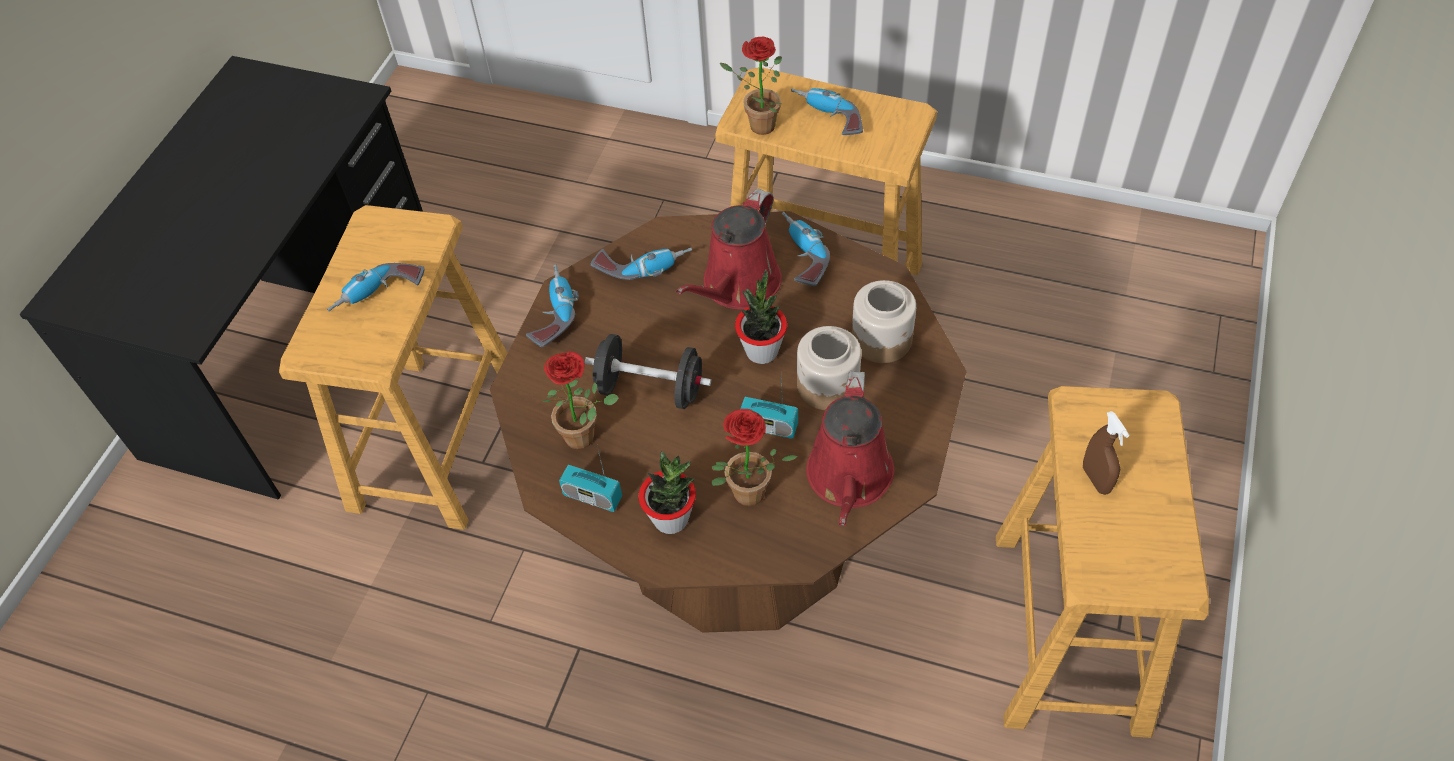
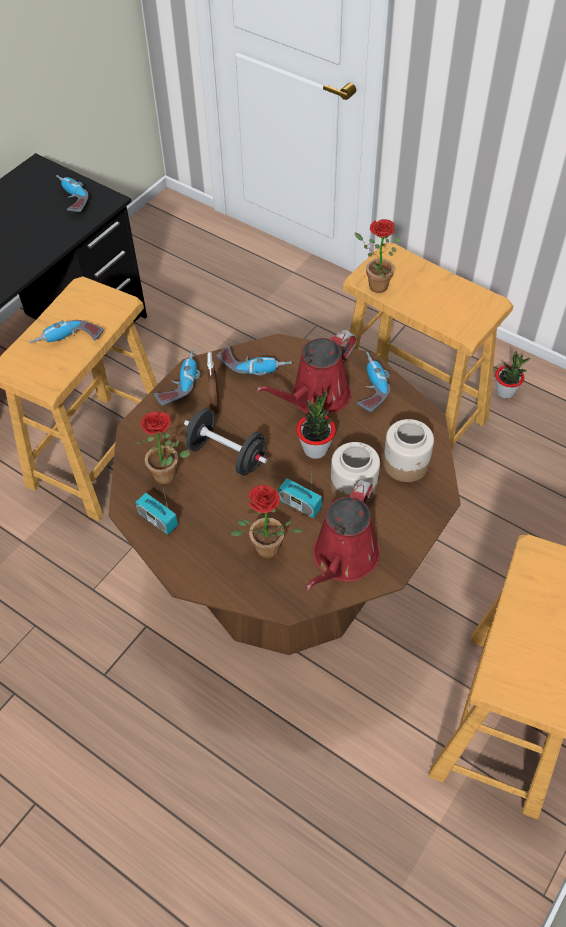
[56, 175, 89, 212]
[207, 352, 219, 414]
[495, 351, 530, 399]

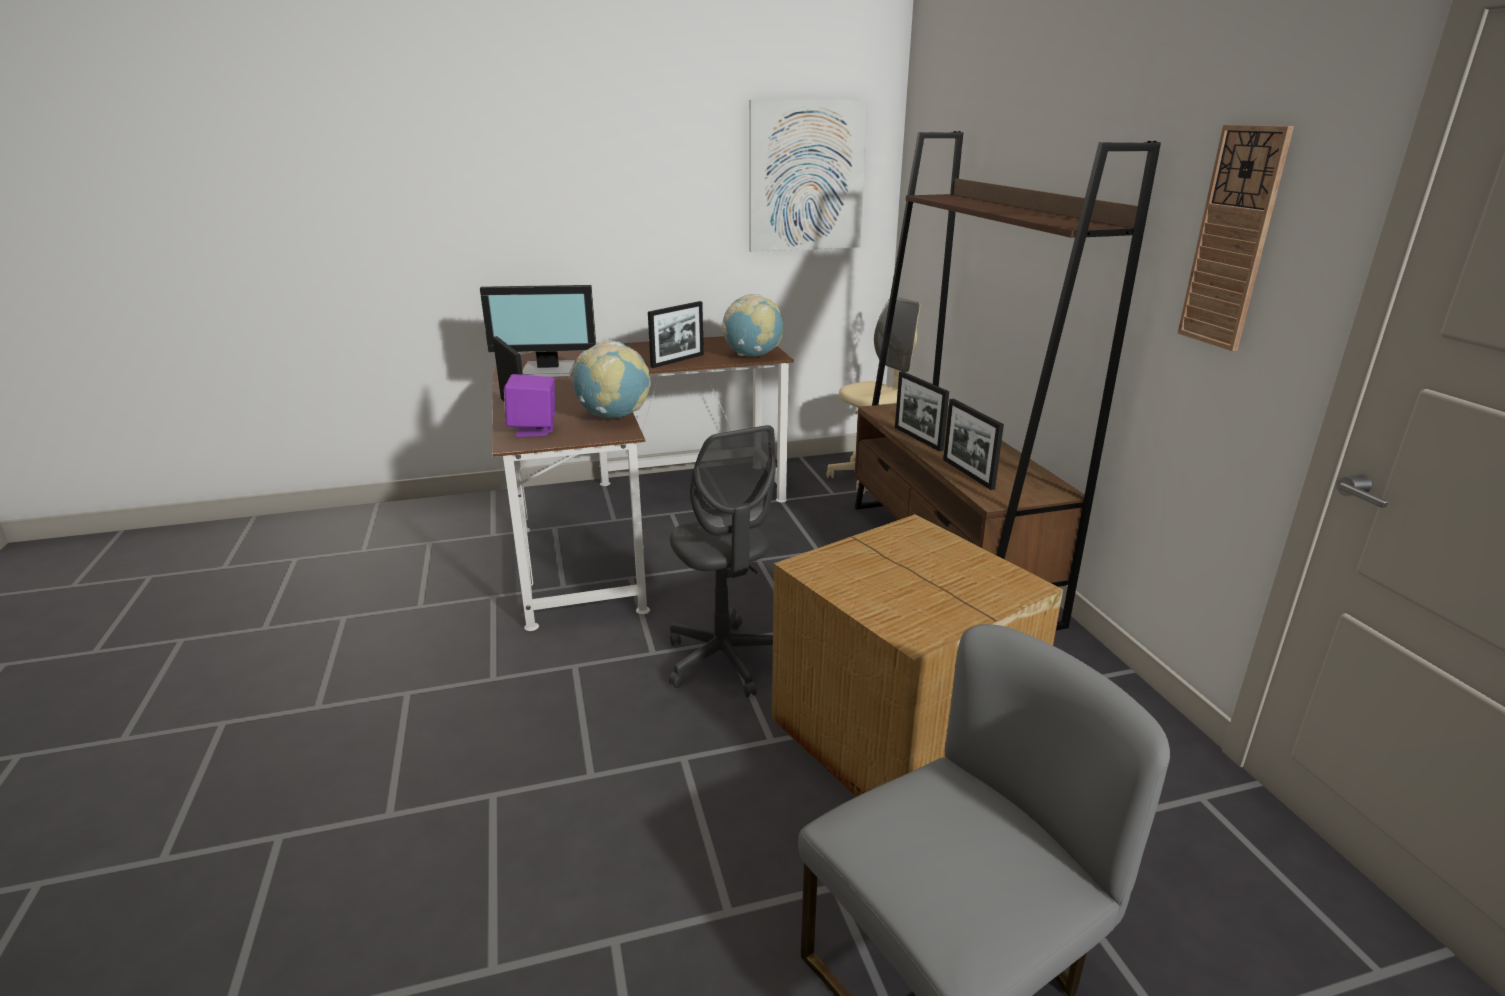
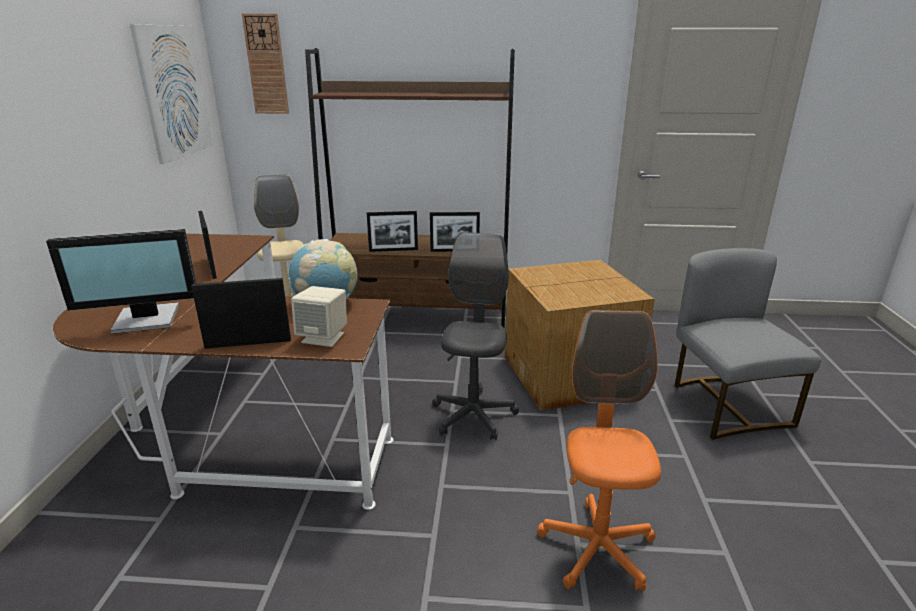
[242, 14, 289, 114]
[46, 229, 196, 334]
[722, 294, 783, 357] (first image)
[291, 286, 347, 347]
[432, 232, 519, 440]
[537, 310, 661, 591]

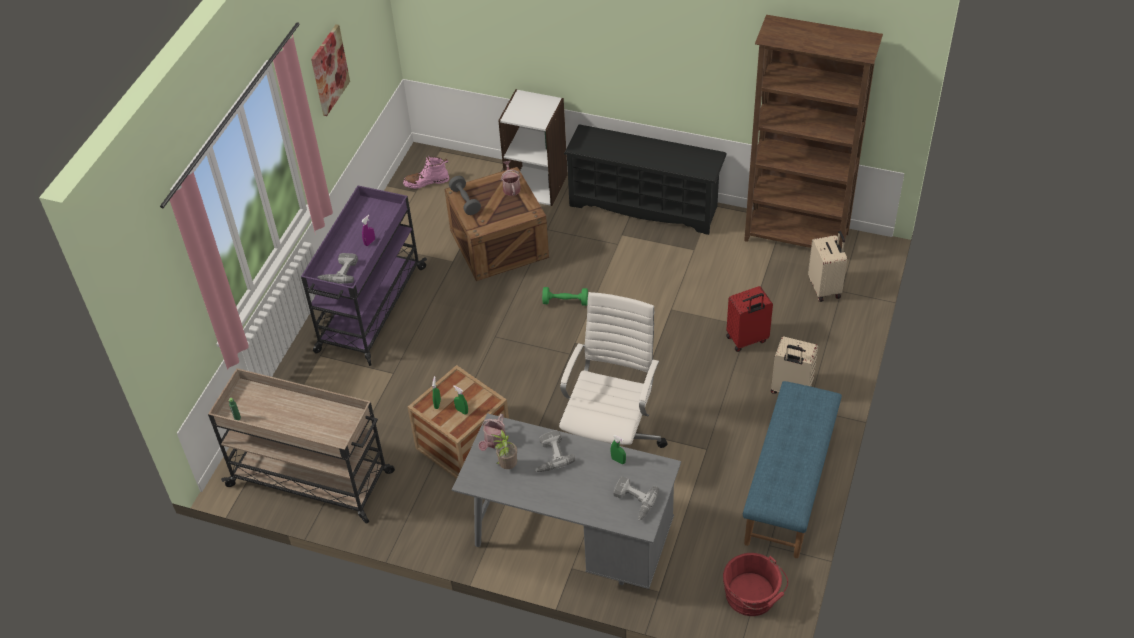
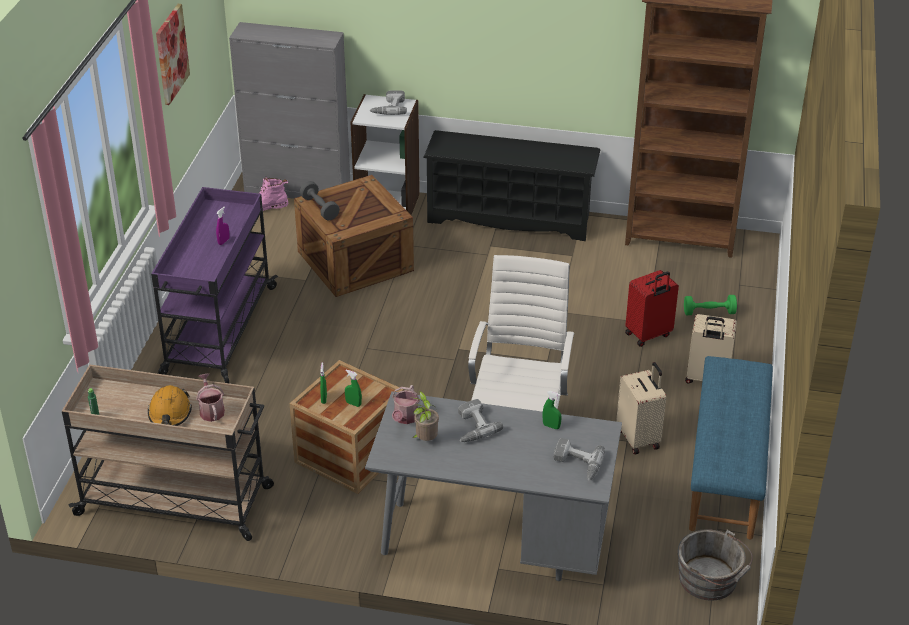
[196, 373, 225, 422]
[616, 362, 666, 455]
[369, 90, 407, 115]
[684, 295, 737, 315]
[677, 529, 753, 601]
[229, 22, 350, 199]
[148, 385, 192, 426]

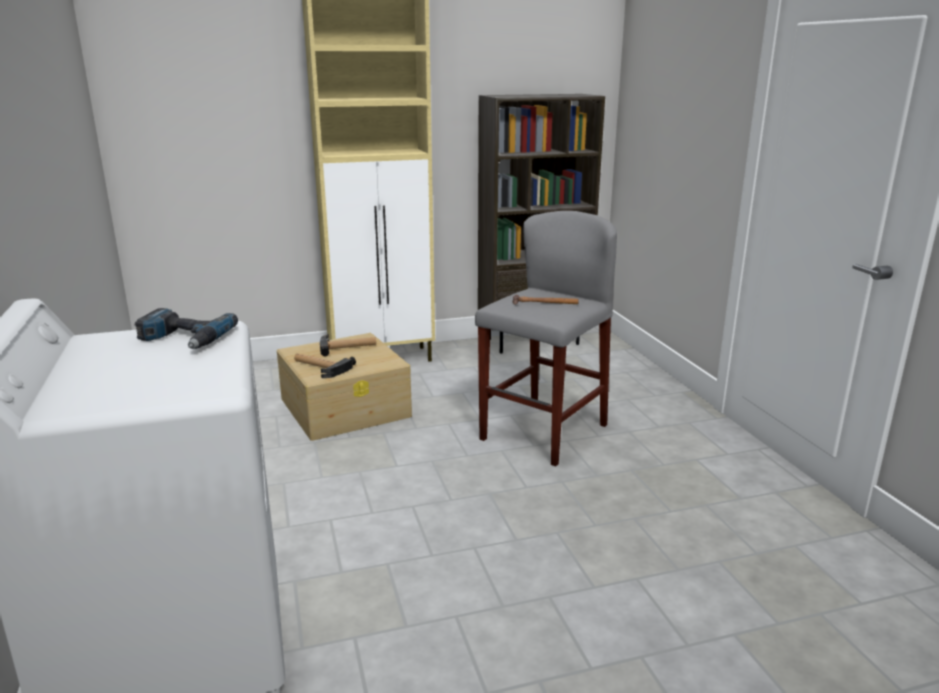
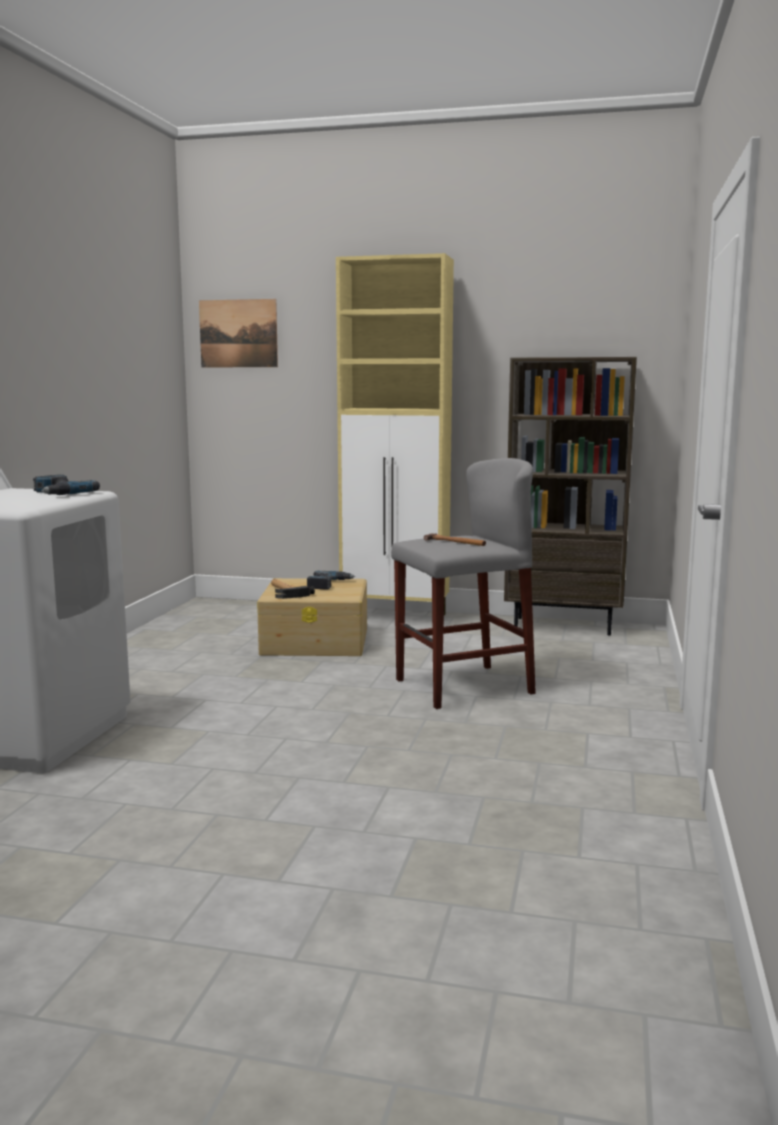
[307, 571, 355, 590]
[199, 299, 278, 367]

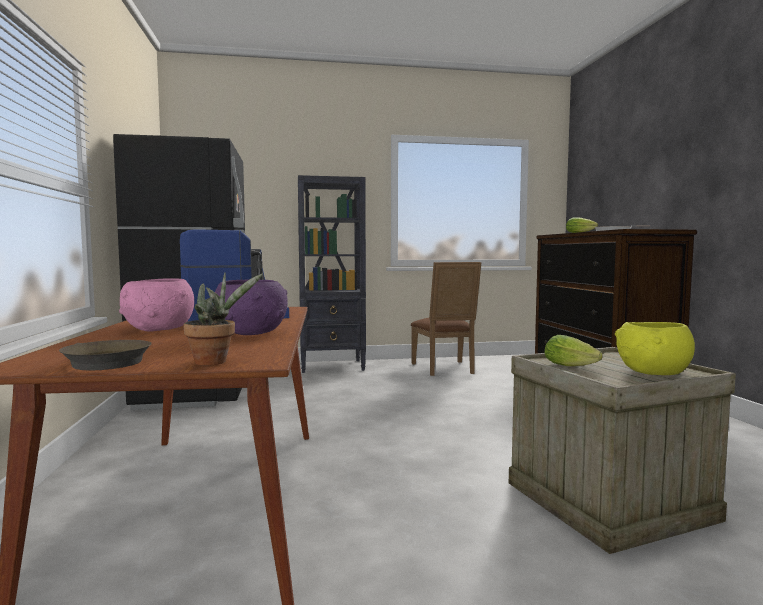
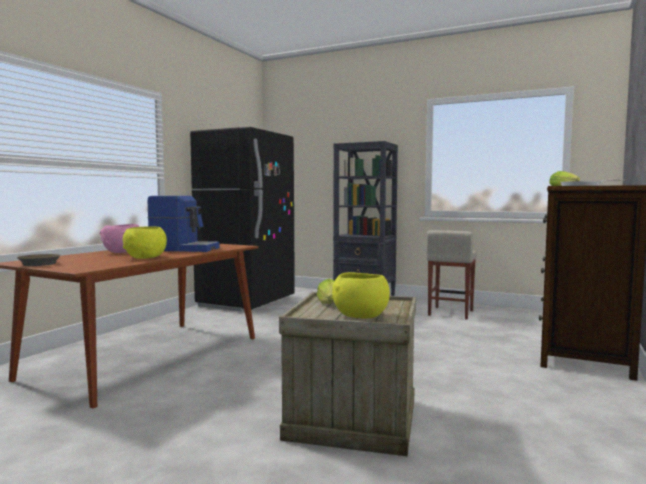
[427, 230, 477, 320]
[184, 272, 263, 365] (first image)
[123, 226, 167, 259]

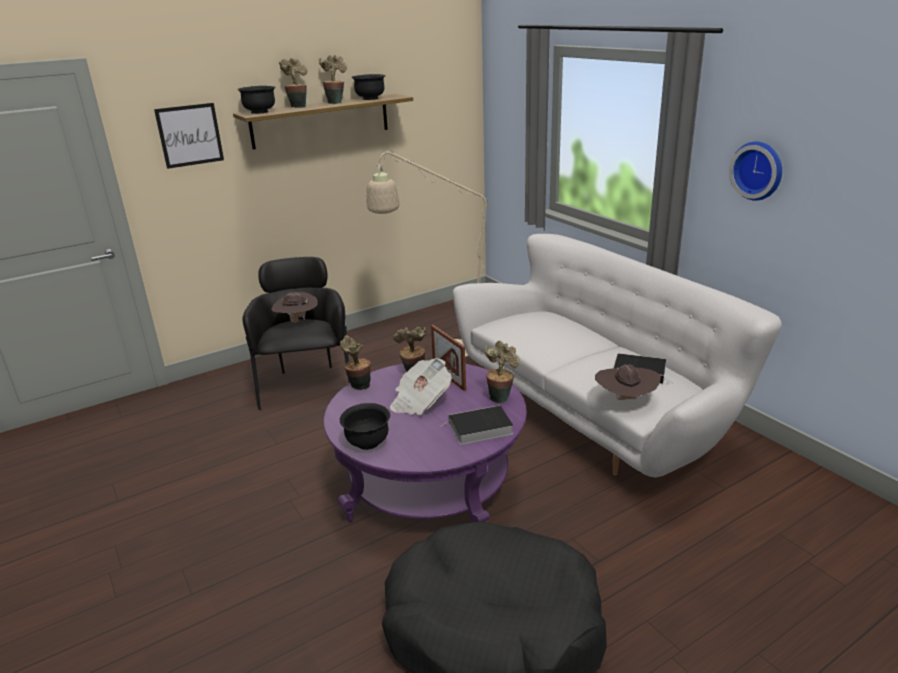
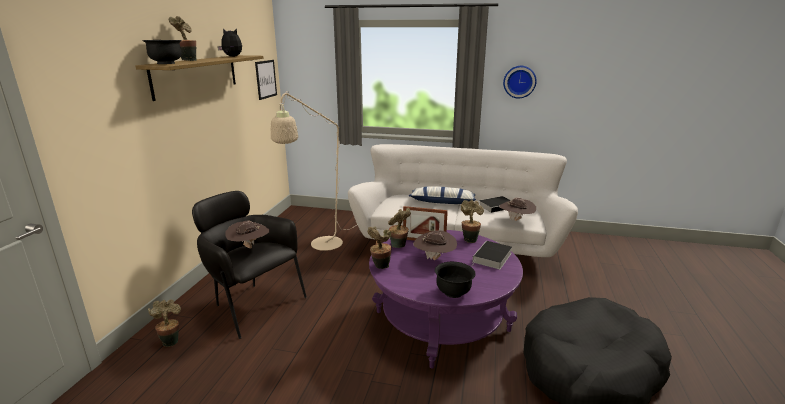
[148, 300, 181, 347]
[218, 29, 242, 57]
[255, 60, 277, 100]
[413, 231, 457, 260]
[409, 186, 476, 204]

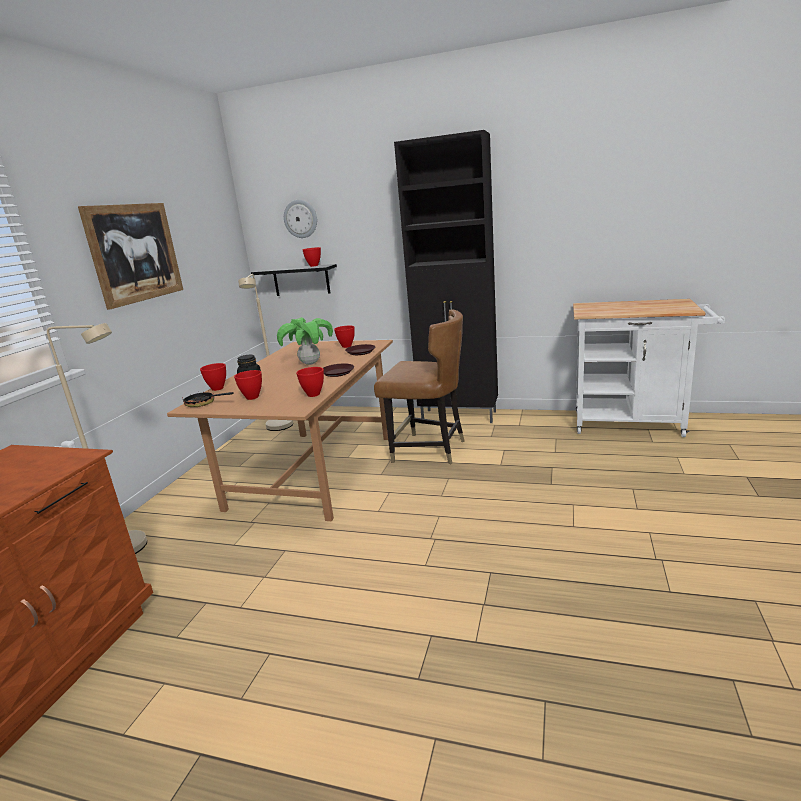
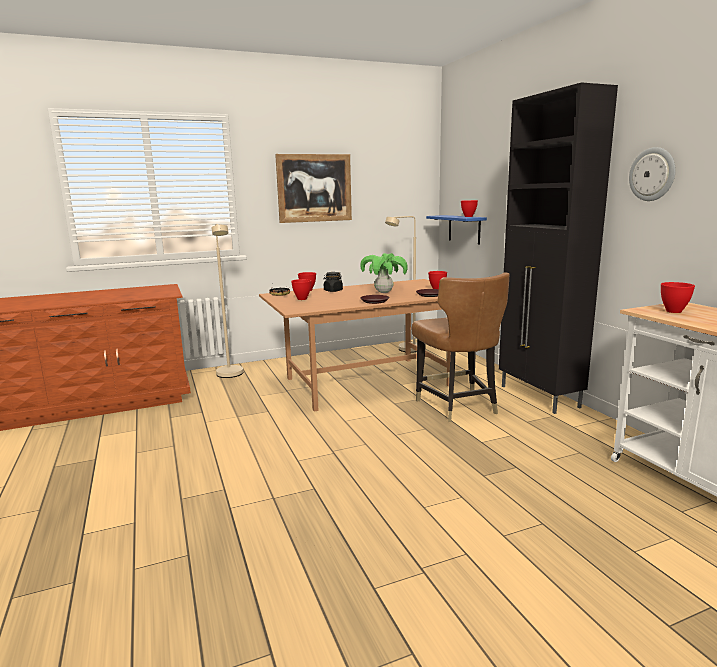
[629, 147, 676, 201]
[426, 215, 487, 244]
[661, 282, 695, 313]

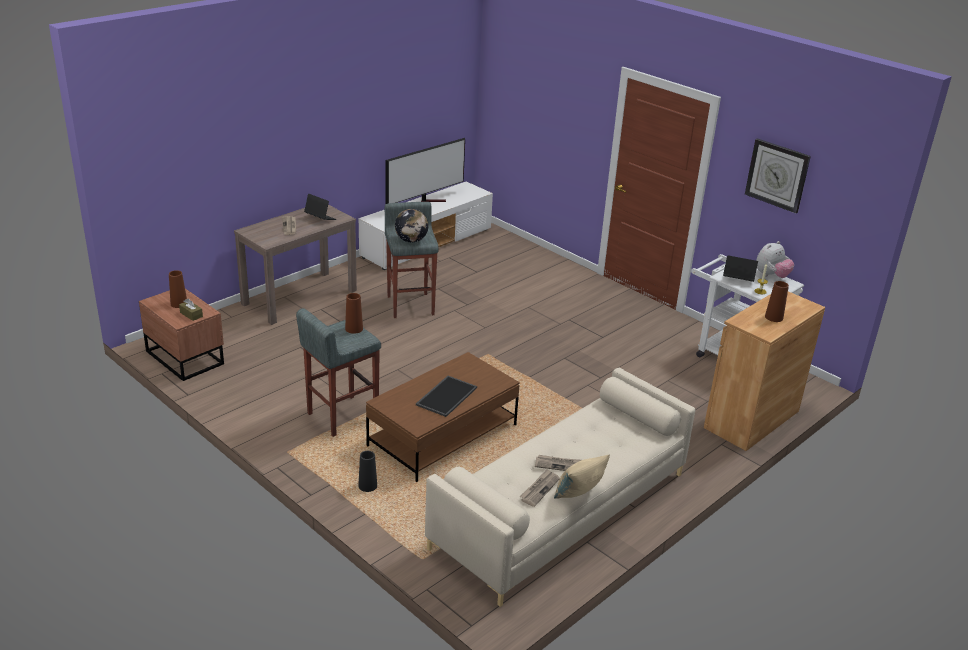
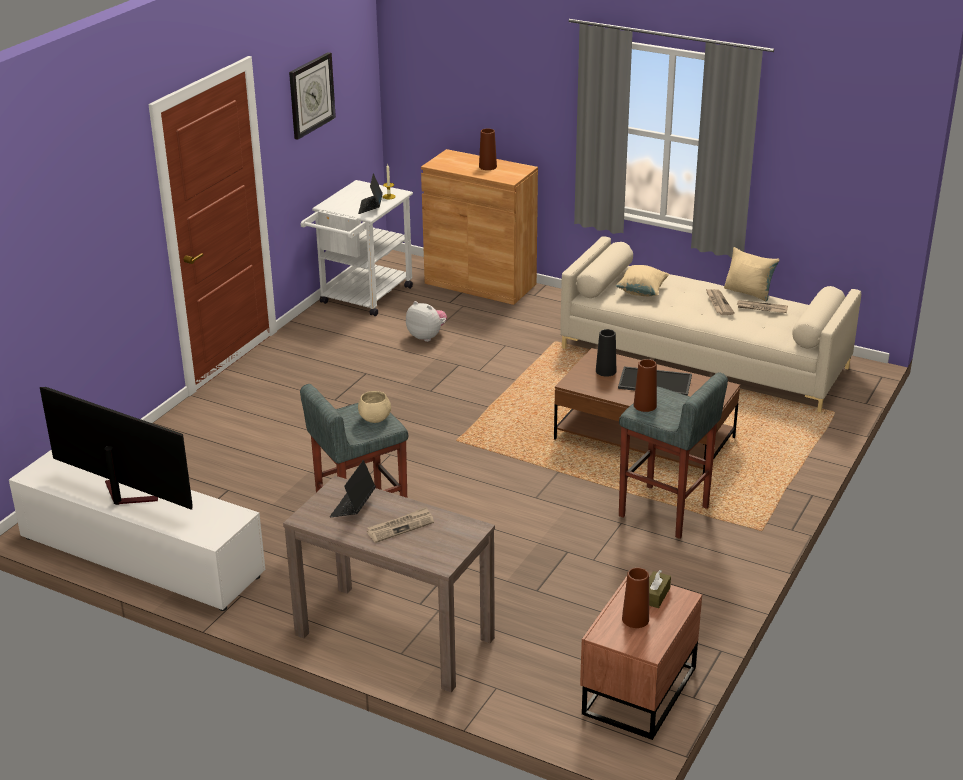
[358, 391, 391, 423]
[406, 301, 447, 342]
[596, 329, 616, 377]
[616, 265, 669, 296]

